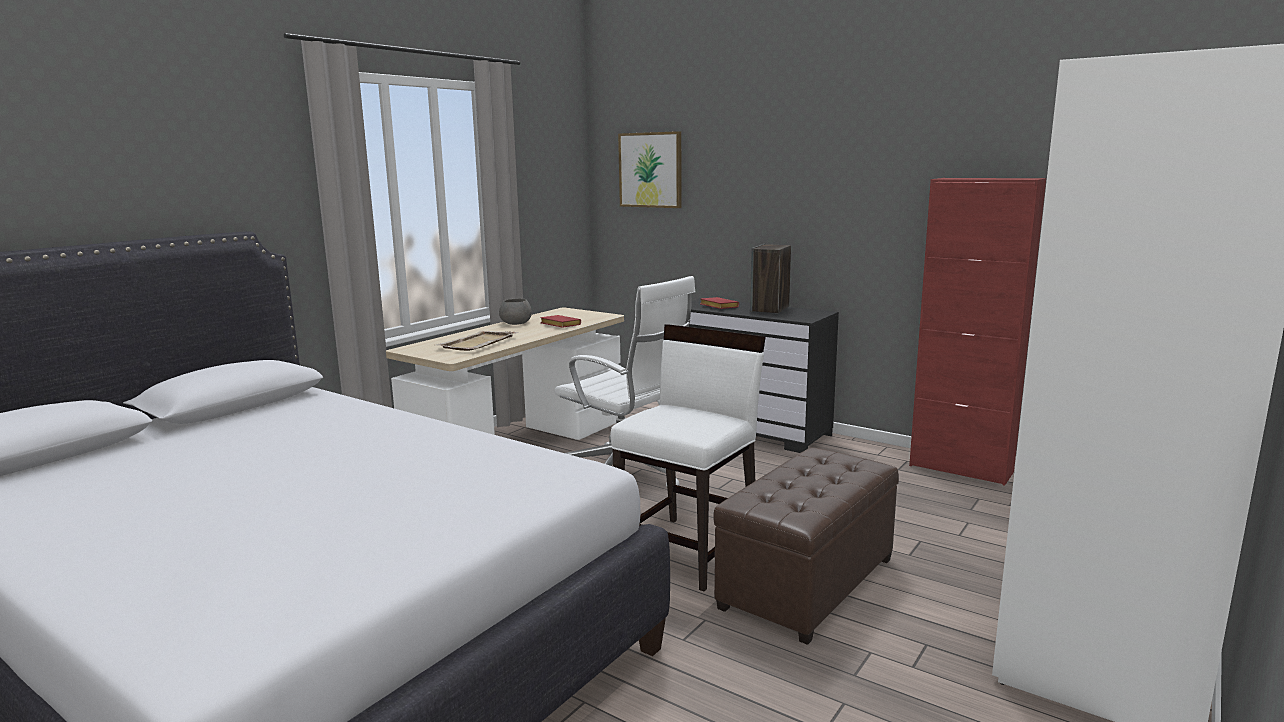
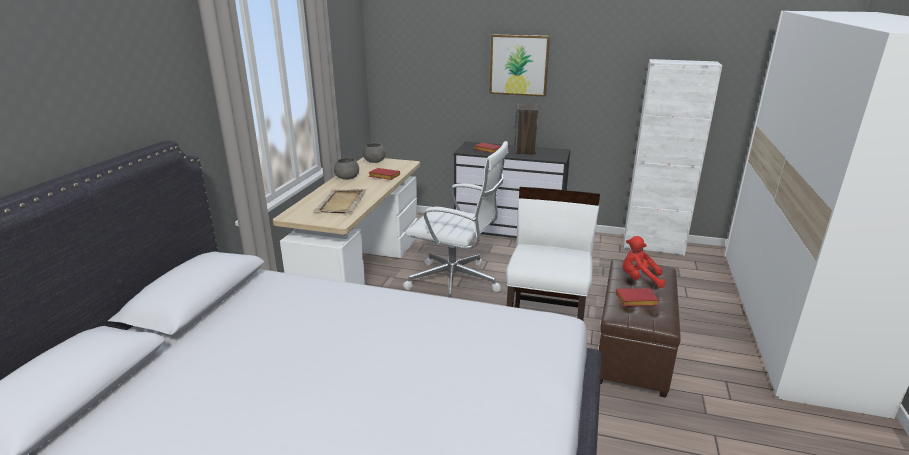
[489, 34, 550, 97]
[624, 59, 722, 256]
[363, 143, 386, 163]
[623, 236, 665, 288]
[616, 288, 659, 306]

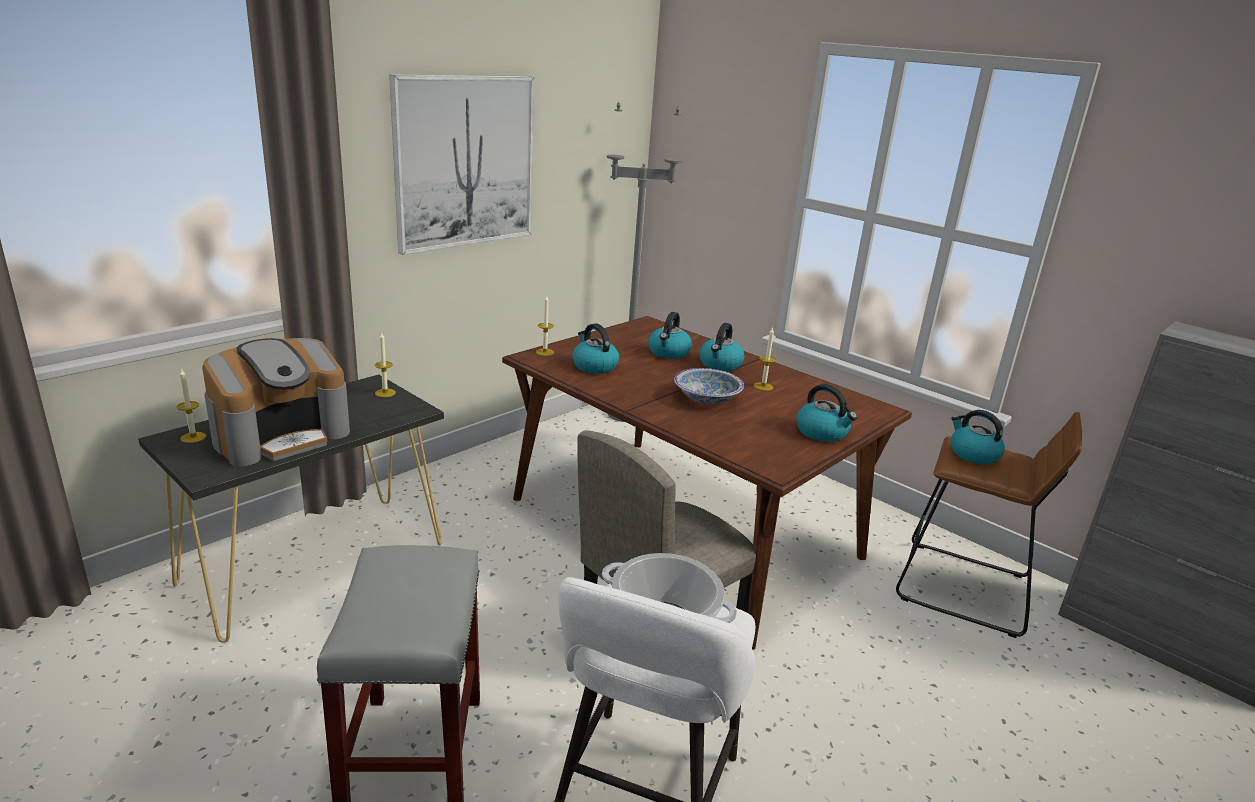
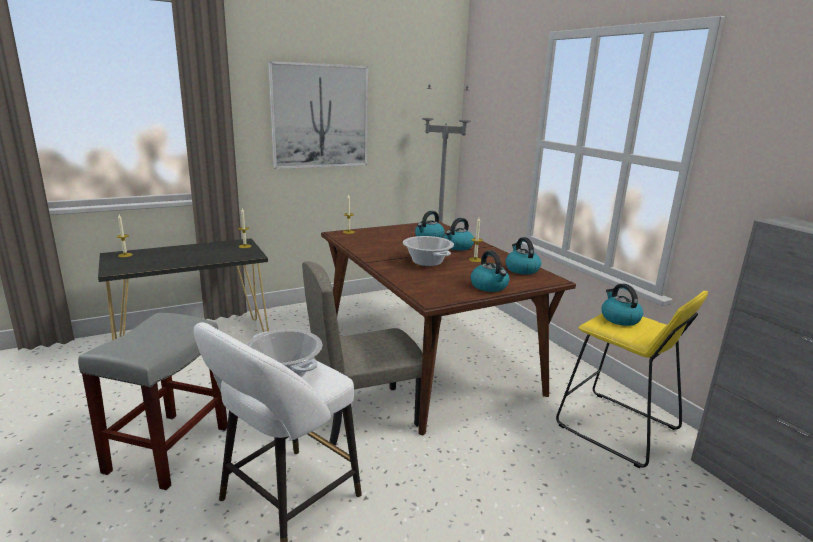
[505, 237, 541, 275]
[202, 338, 350, 466] (first image)
[403, 236, 454, 266]
[556, 291, 708, 468]

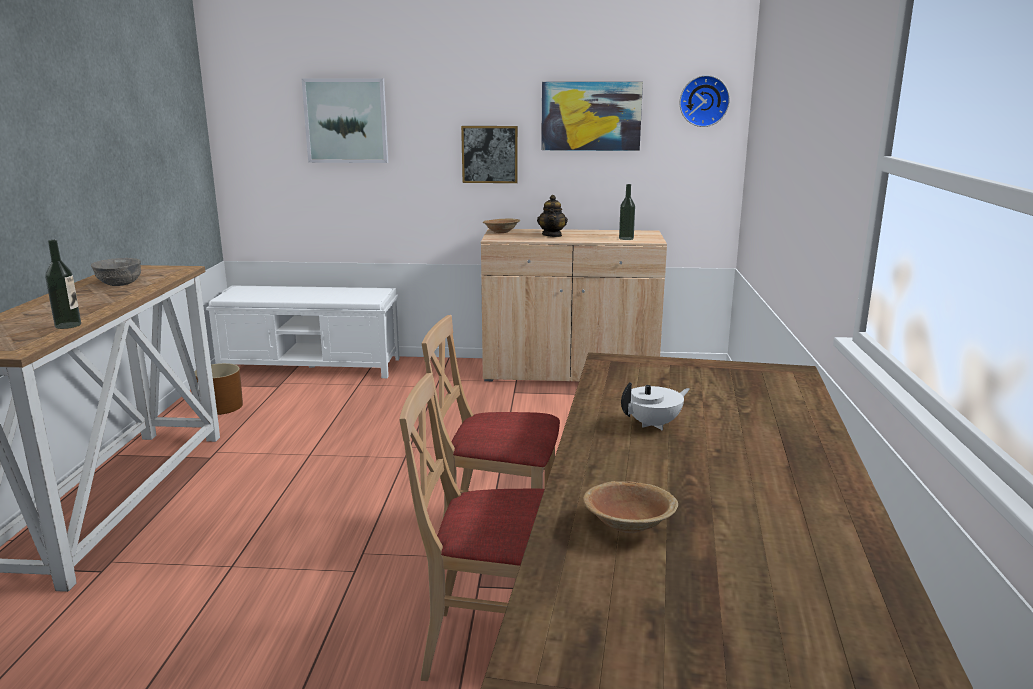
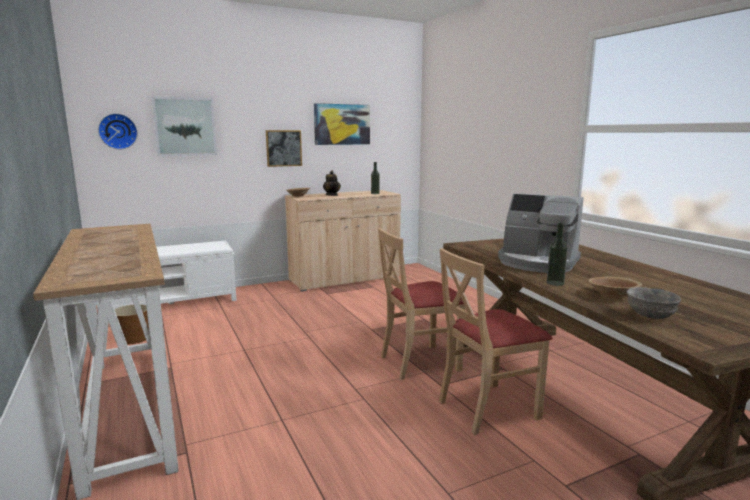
[98, 113, 138, 149]
[547, 223, 568, 286]
[627, 287, 681, 319]
[498, 193, 583, 273]

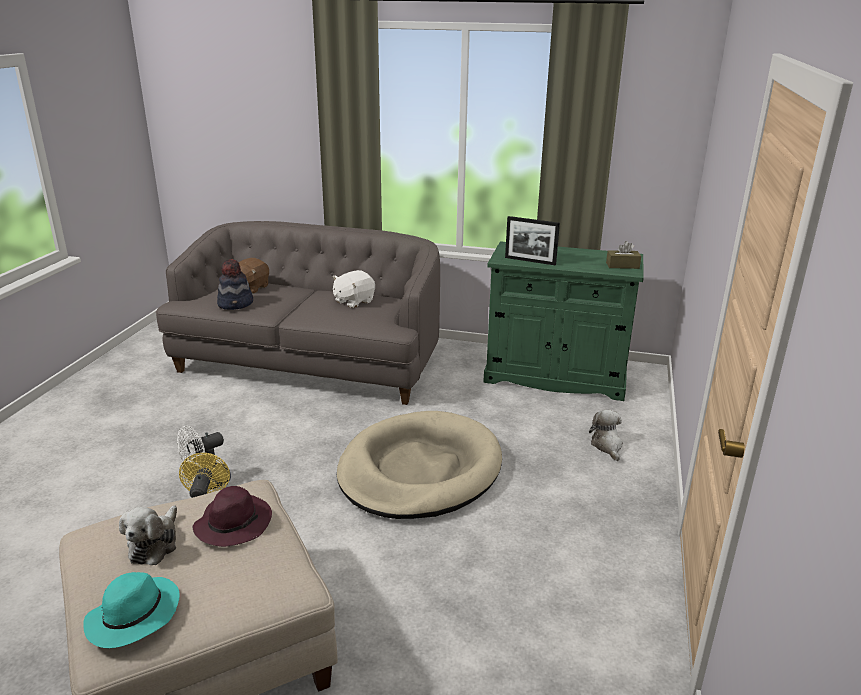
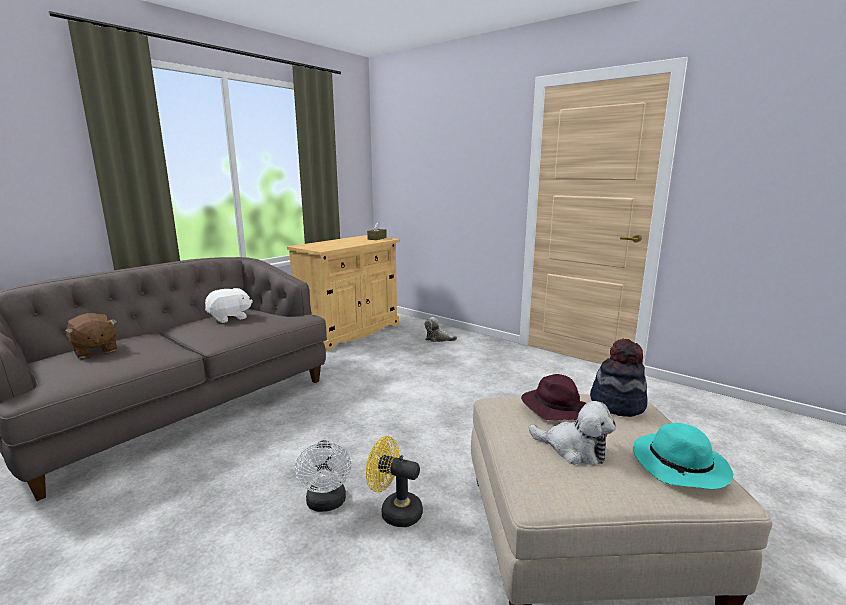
[505, 216, 560, 265] (first image)
[287, 235, 400, 351]
[590, 338, 647, 417]
[205, 288, 253, 323]
[337, 411, 502, 519] (first image)

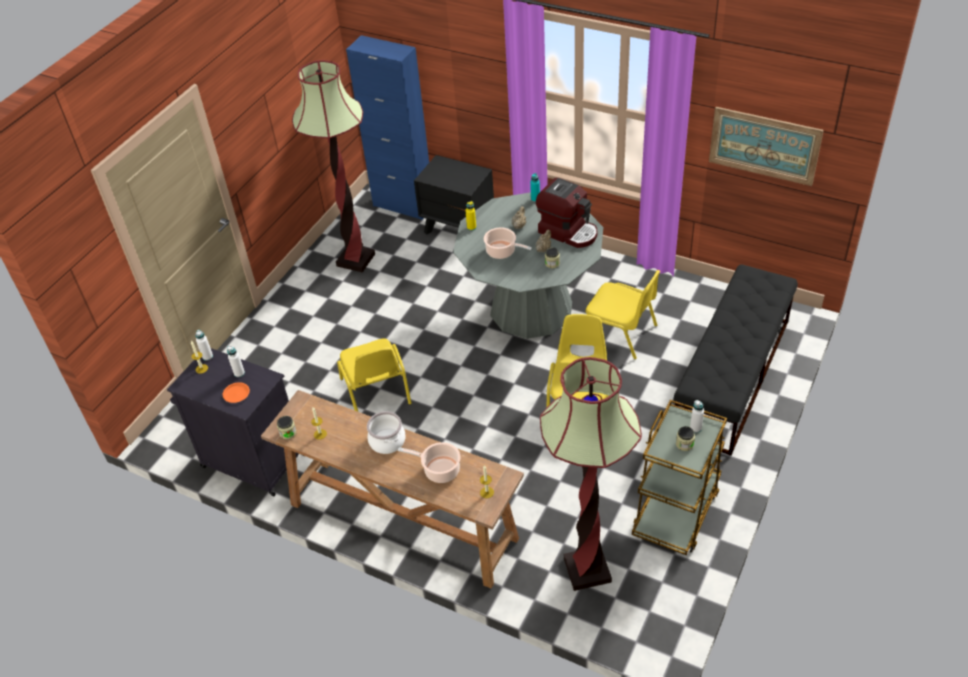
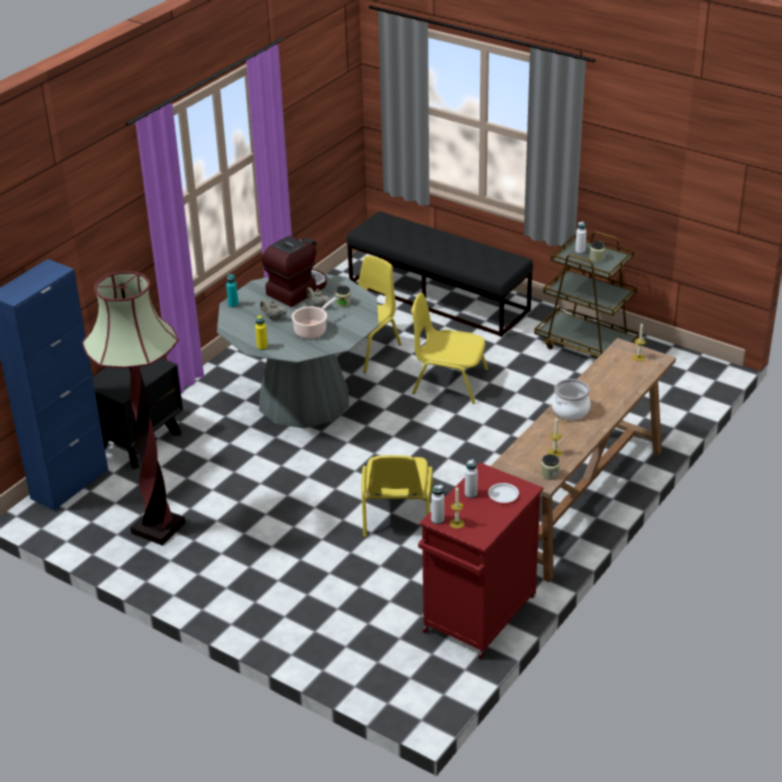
[709, 107, 824, 186] (first image)
[362, 455, 433, 538]
[418, 462, 543, 659]
[540, 357, 642, 591] (first image)
[488, 483, 519, 503]
[398, 442, 460, 483] (first image)

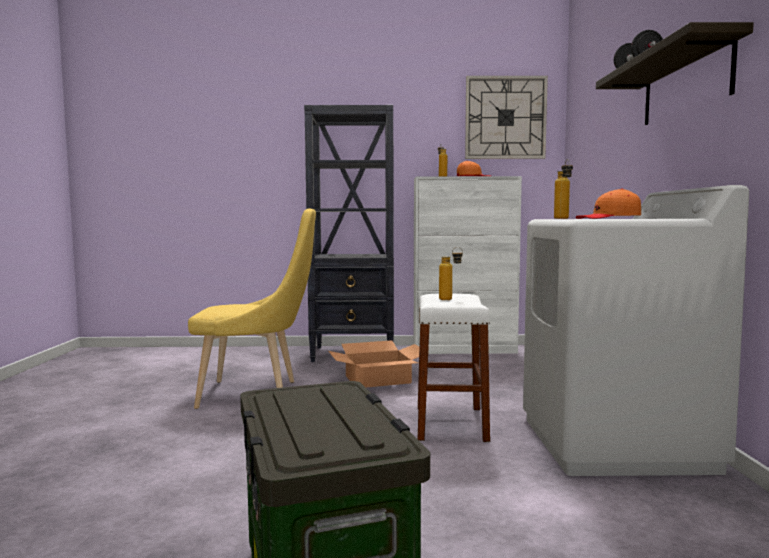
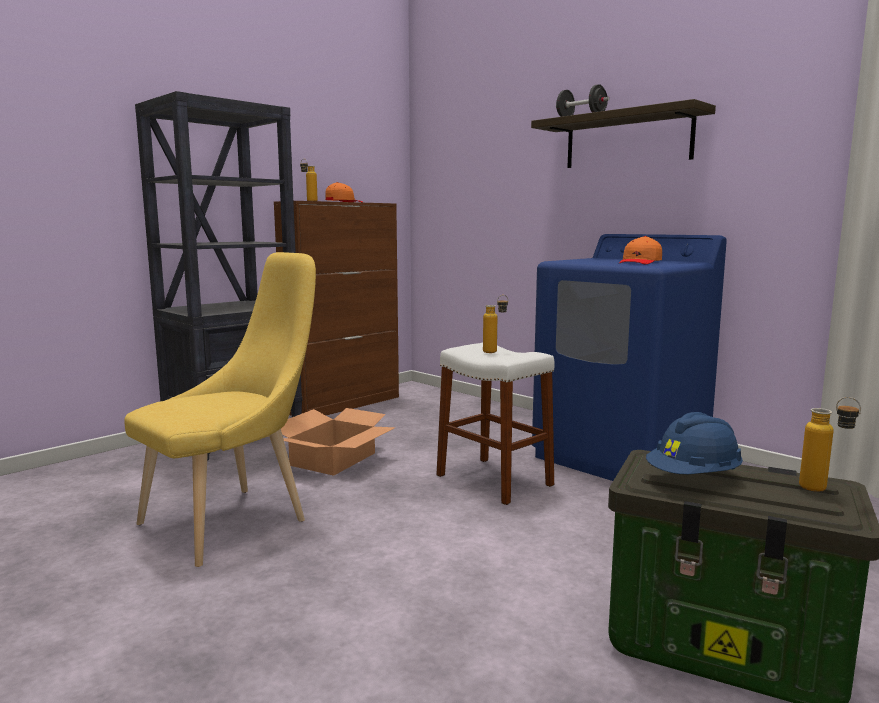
[465, 76, 548, 159] (first image)
[799, 397, 861, 492]
[274, 201, 399, 416]
[532, 234, 727, 481]
[646, 412, 743, 474]

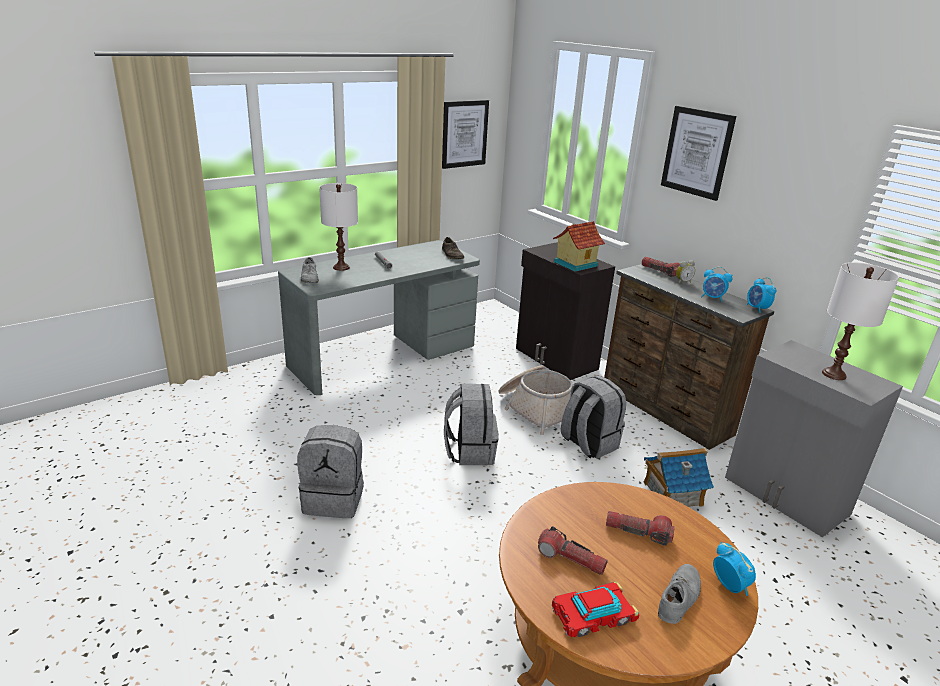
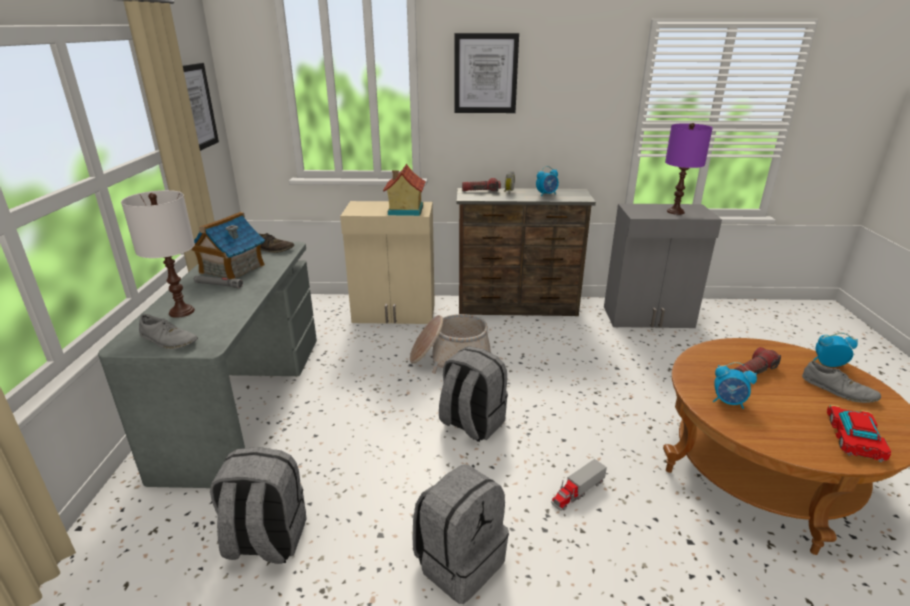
[340, 201, 435, 324]
[665, 123, 713, 215]
[713, 362, 757, 409]
[210, 447, 307, 564]
[191, 212, 265, 279]
[538, 526, 608, 575] (first image)
[802, 361, 881, 403]
[551, 459, 607, 511]

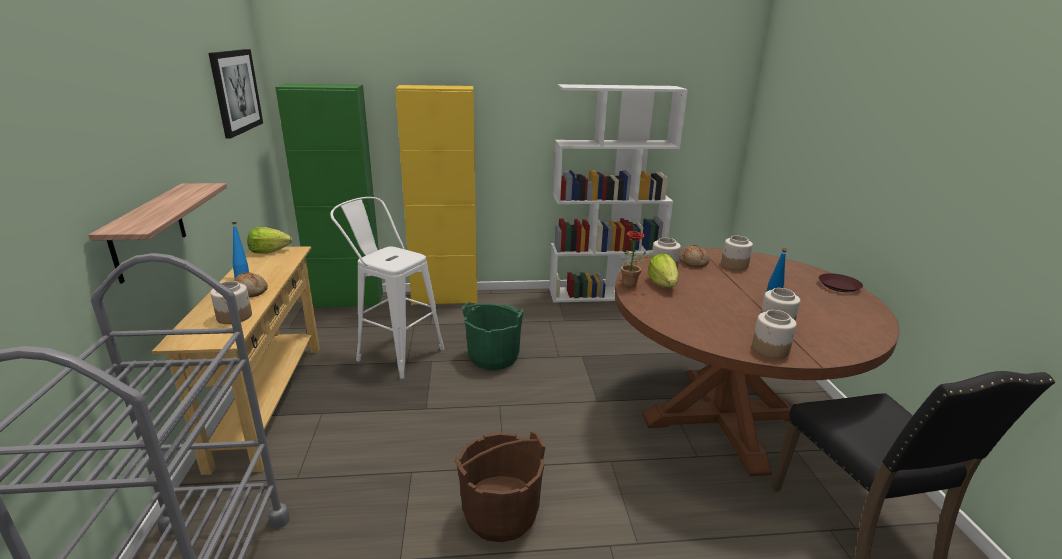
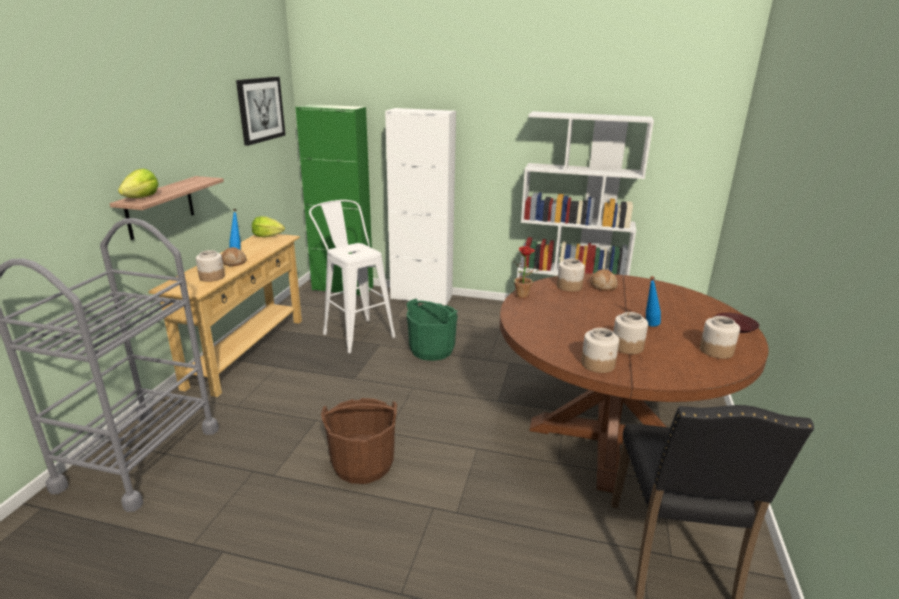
[385, 108, 456, 305]
[700, 316, 740, 359]
[118, 168, 159, 198]

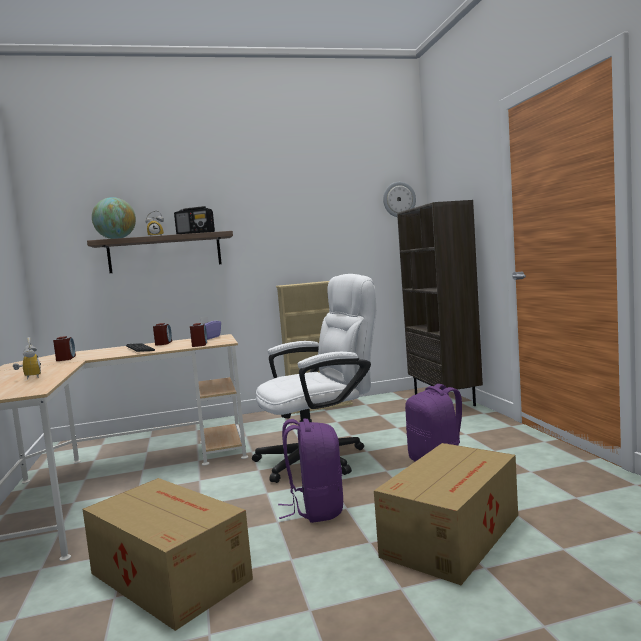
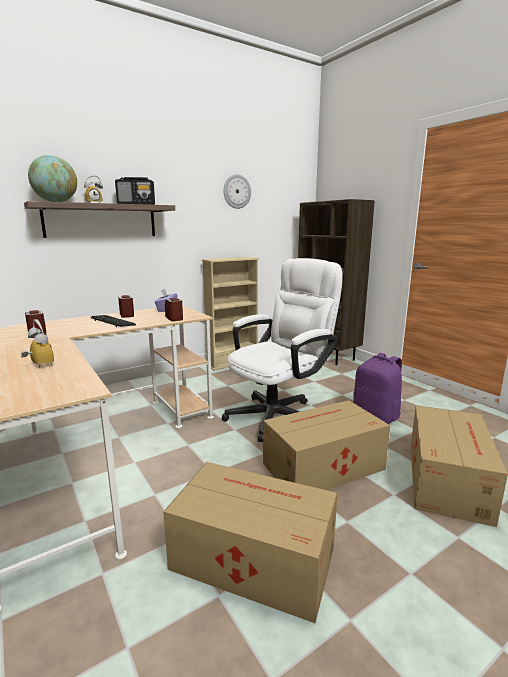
[223, 174, 251, 209]
[263, 400, 390, 490]

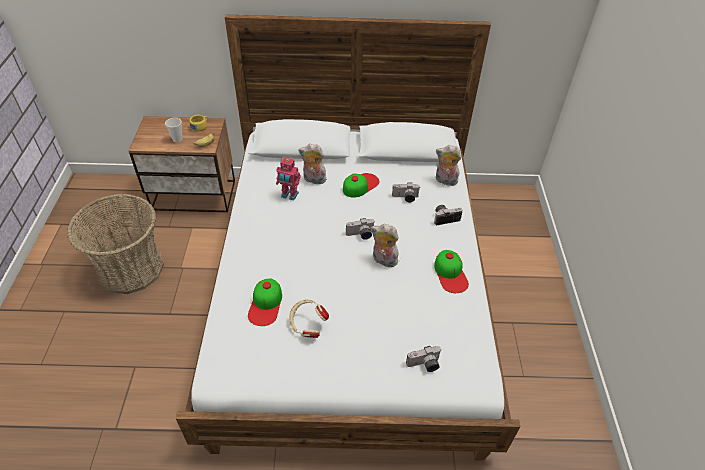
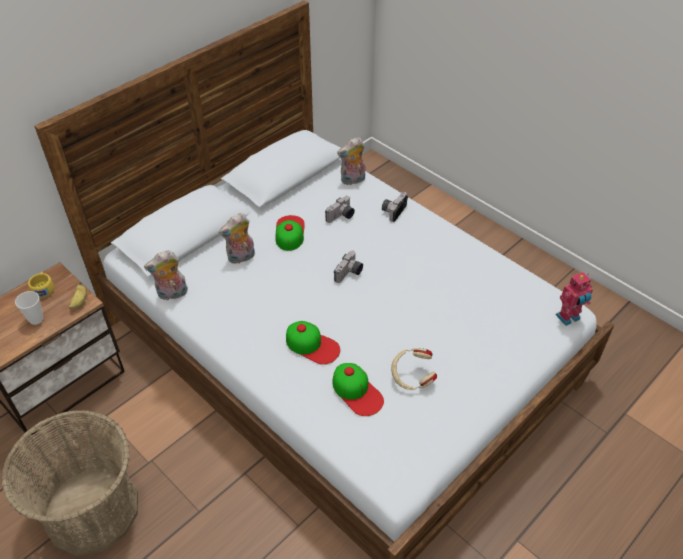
[556, 272, 593, 326]
[144, 250, 188, 301]
[286, 321, 340, 365]
[406, 346, 441, 372] (first image)

